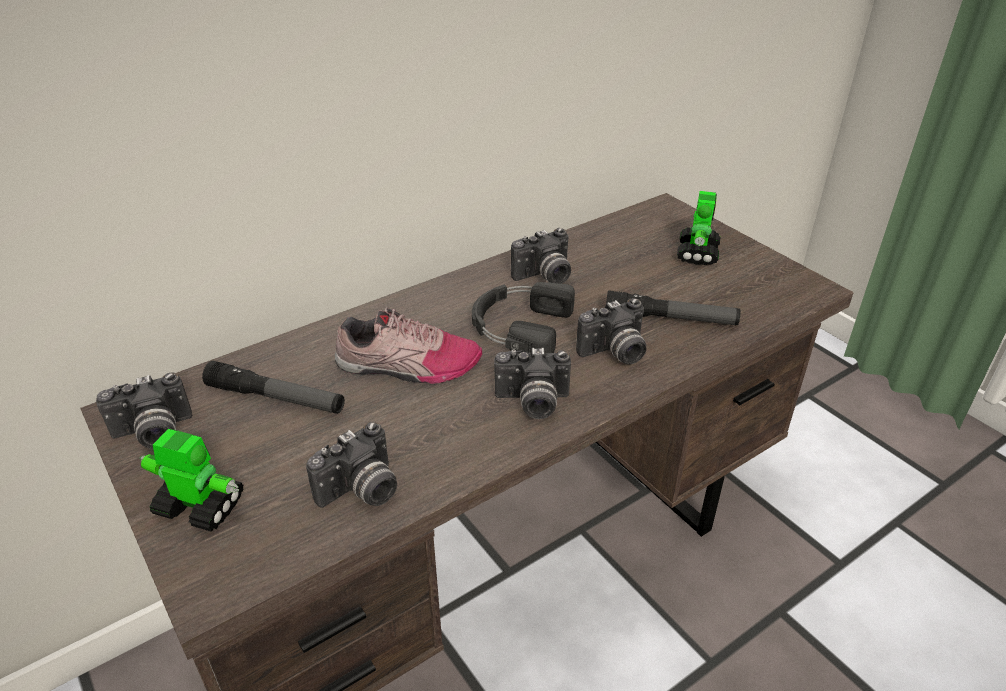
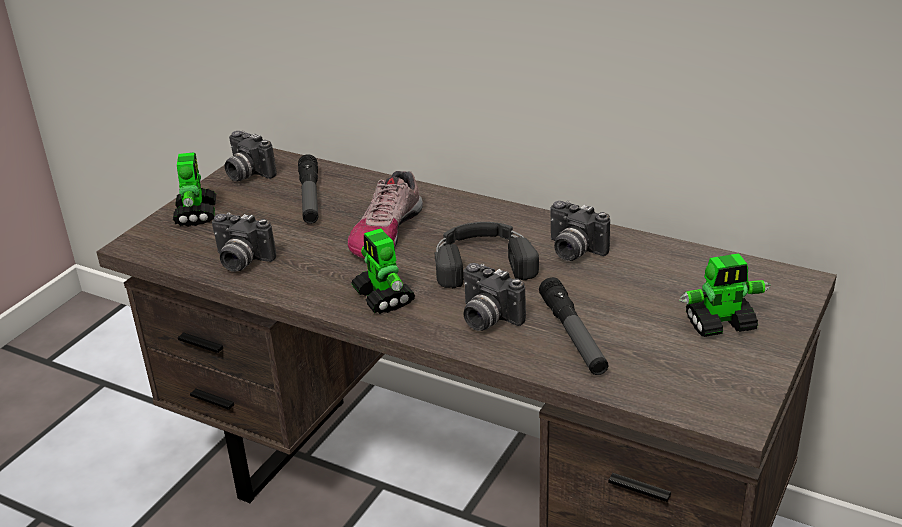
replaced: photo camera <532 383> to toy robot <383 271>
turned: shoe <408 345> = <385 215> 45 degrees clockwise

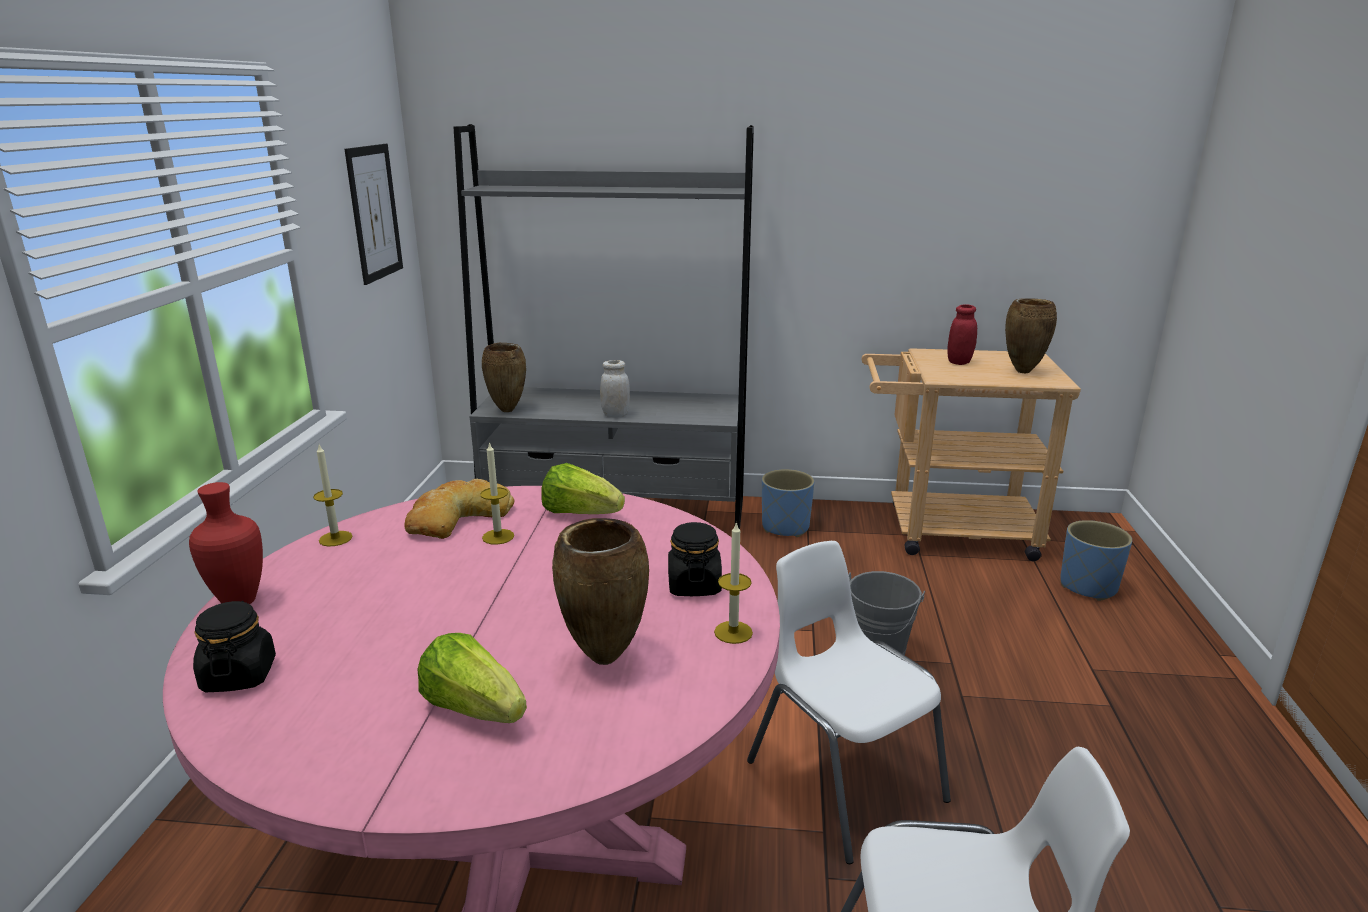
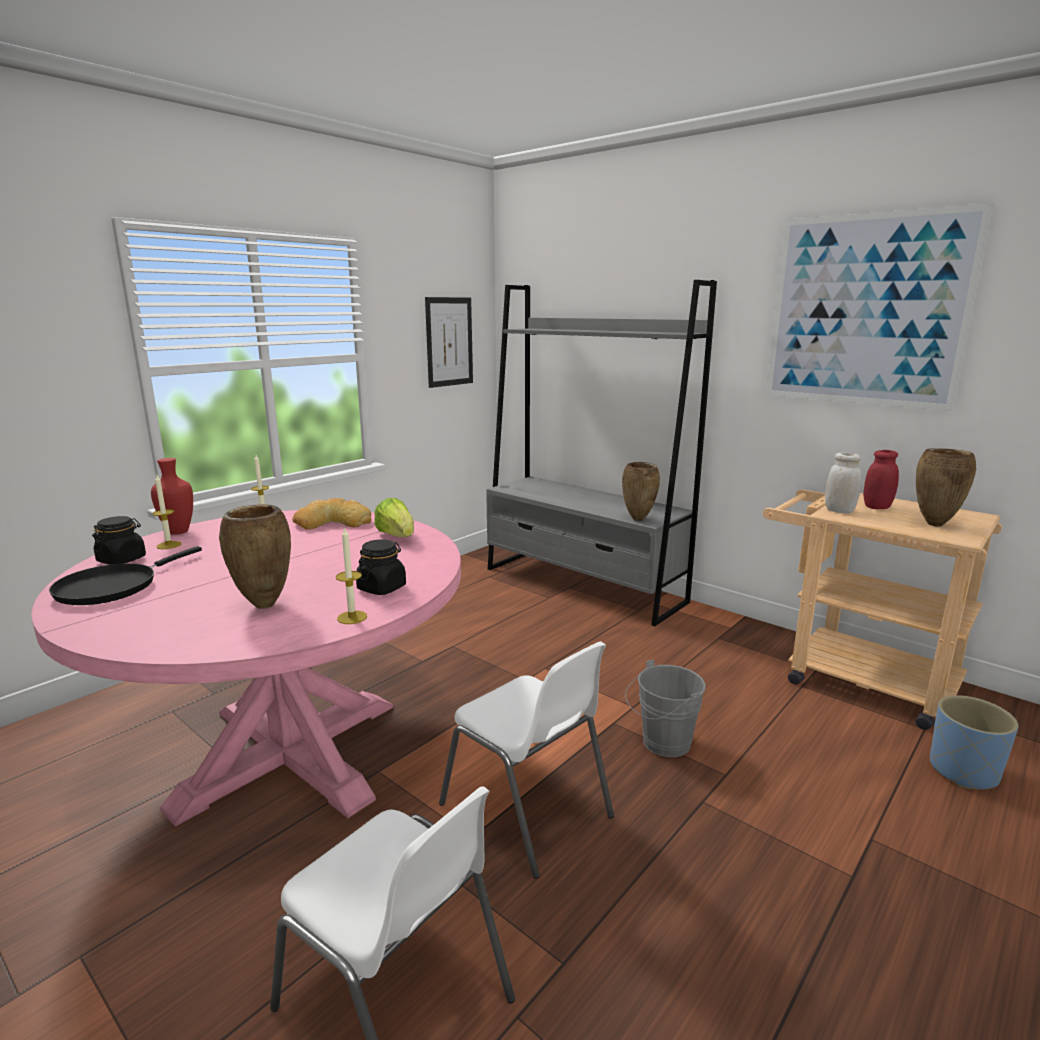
removed: lettuce <472 678>; blue planter <788 503>
added: black frying pan <125 575>; picture <880 307>
moved: candle <497 493> to <166 512>; brown vase <504 377> to <641 491>; white jar <615 388> to <843 483>
turned: white chair <849 702> = <526 760> 135 degrees clockwise

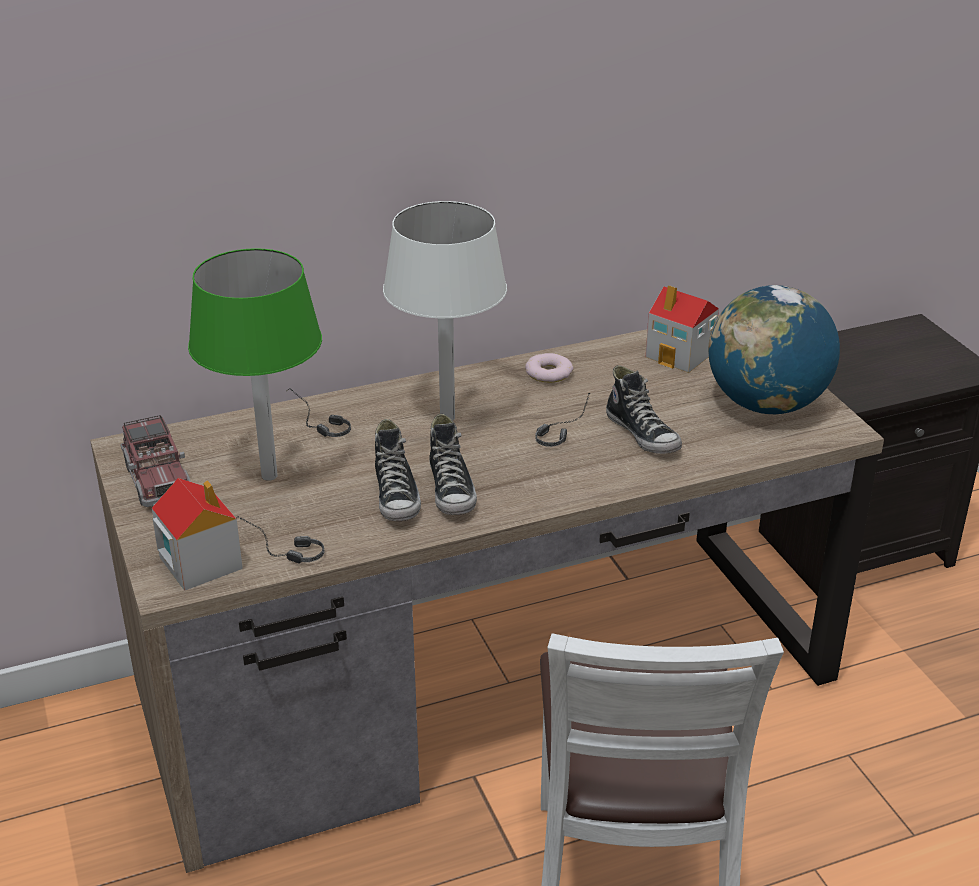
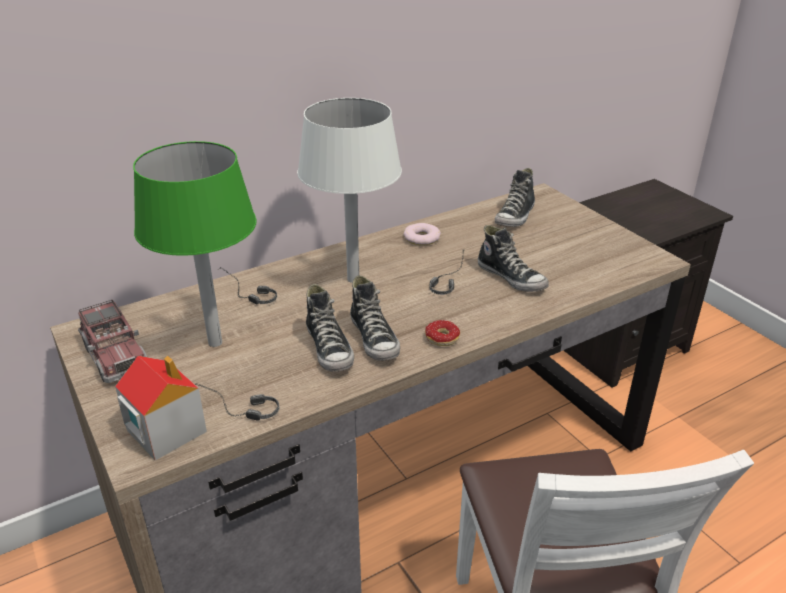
removed: globe <774 349>
added: donut <442 333>
replaced: toy house <682 329> to shoe <515 197>

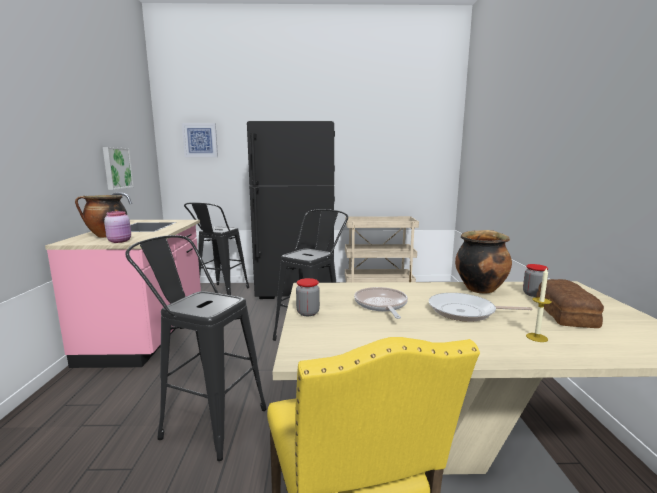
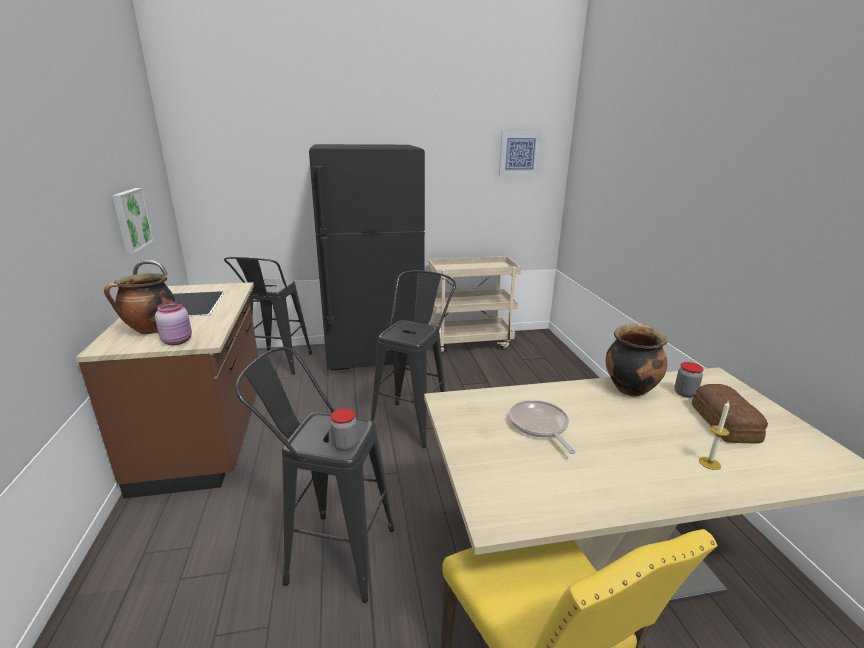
removed: frying pan <481 307>
moved: picture <200 140> to <520 153>; jar <308 297> to <344 429>
recoloured: pink counter <123 280> to brown counter <167 379>

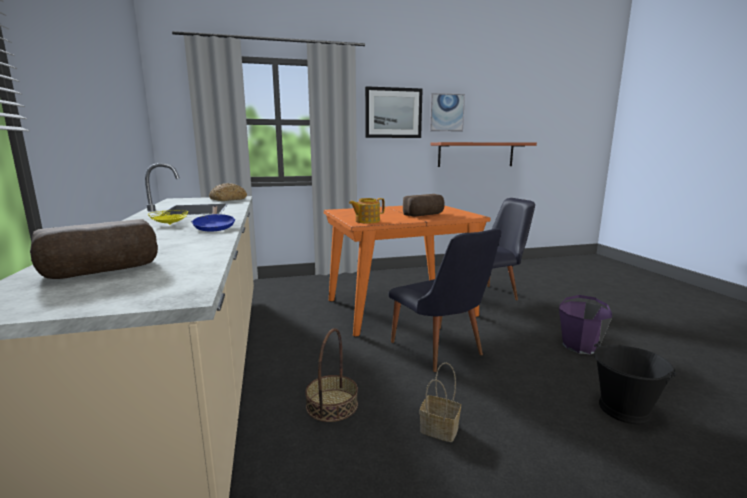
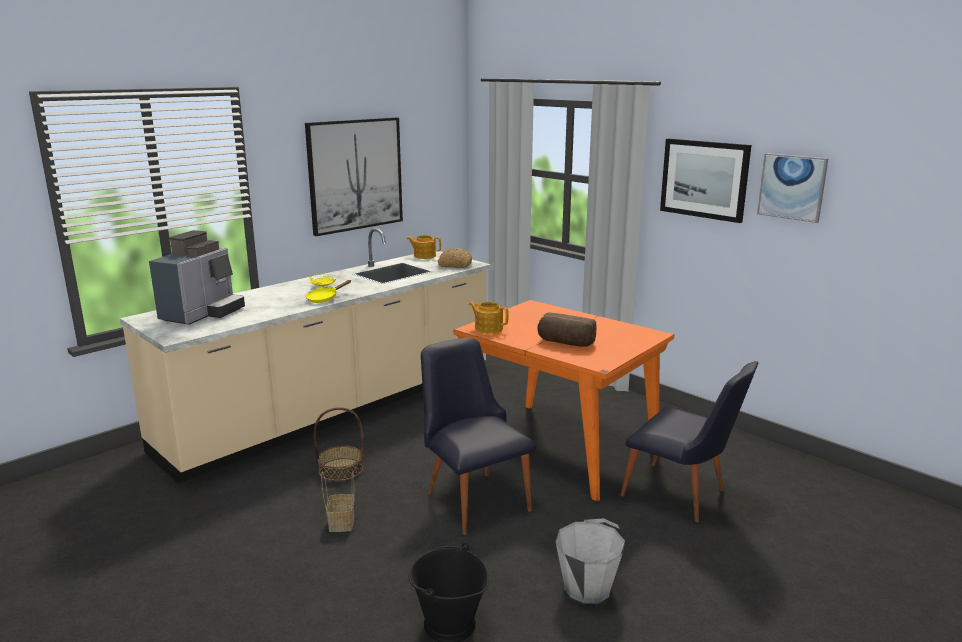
removed: shelf <483 154>
added: picture <354 176>; teapot <424 247>
replaced: bread <94 249> to coffee machine <197 277>
recoloured: blue frying pan <213 219> to yellow frying pan <328 291>; purple bucket <585 324> to grey bucket <590 561>
turned: black chair <445 300> = <479 436> 120 degrees clockwise

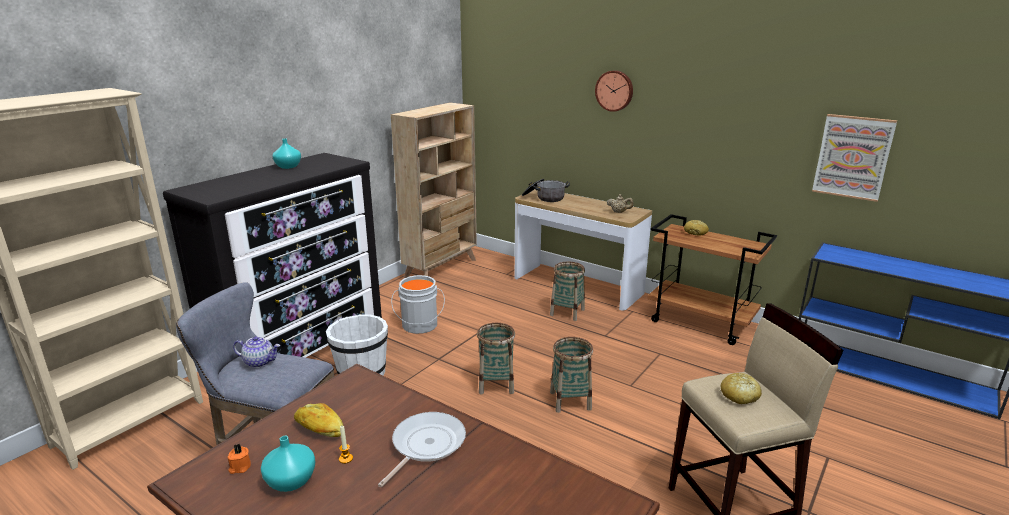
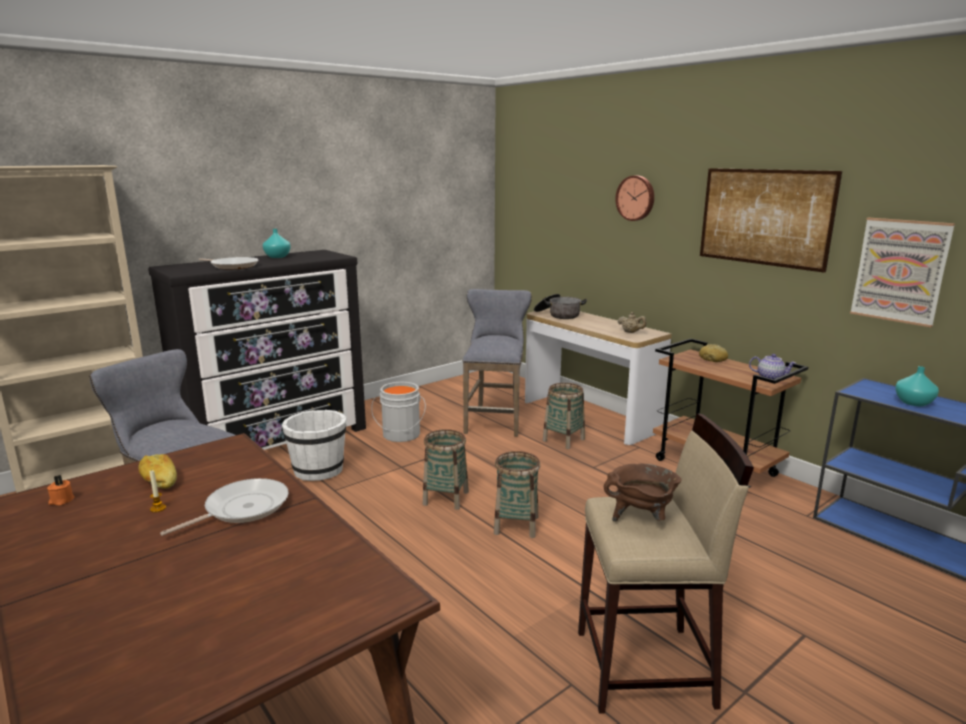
removed: beige bookcase <434 190>
added: frying pan <229 263>; grey stool <497 363>; picture <771 220>
moved: teapot <256 352> to <772 366>; turquoise vase <288 464> to <917 386>
replaced: bread <741 388> to brown cooking pot <642 492>

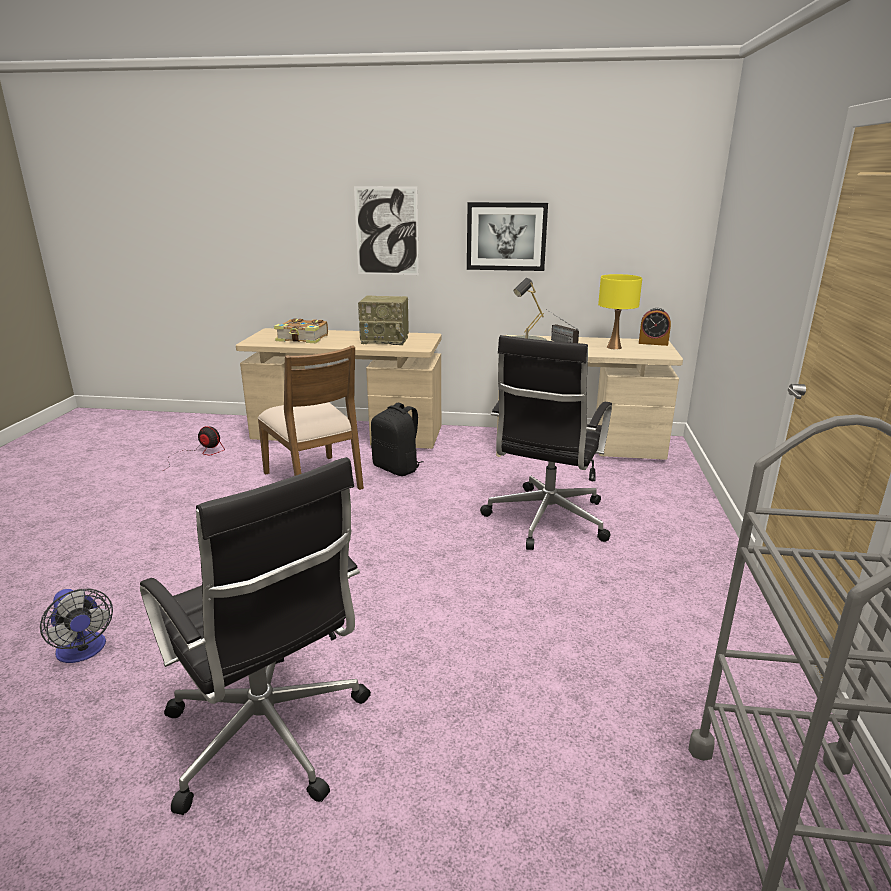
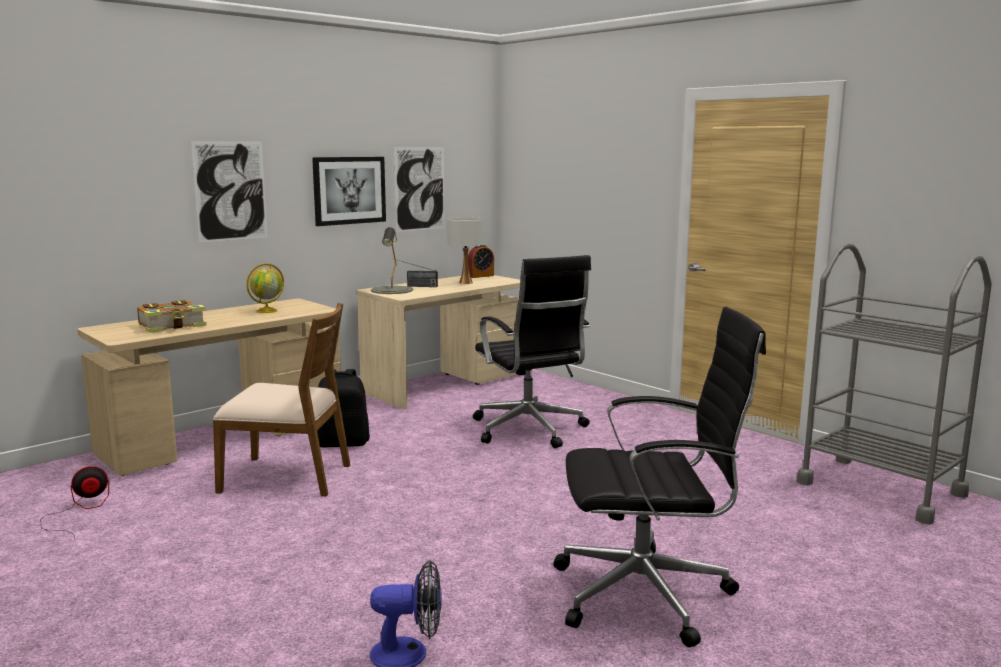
added: picture <419 189>
replaced: radio <383 320> to globe <265 288>
recoloured: yellow table lamp <620 312> to white table lamp <465 250>

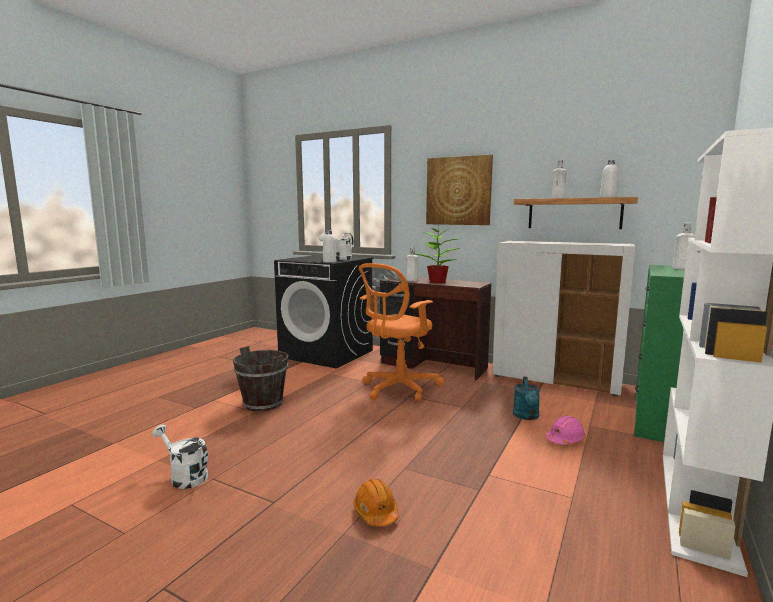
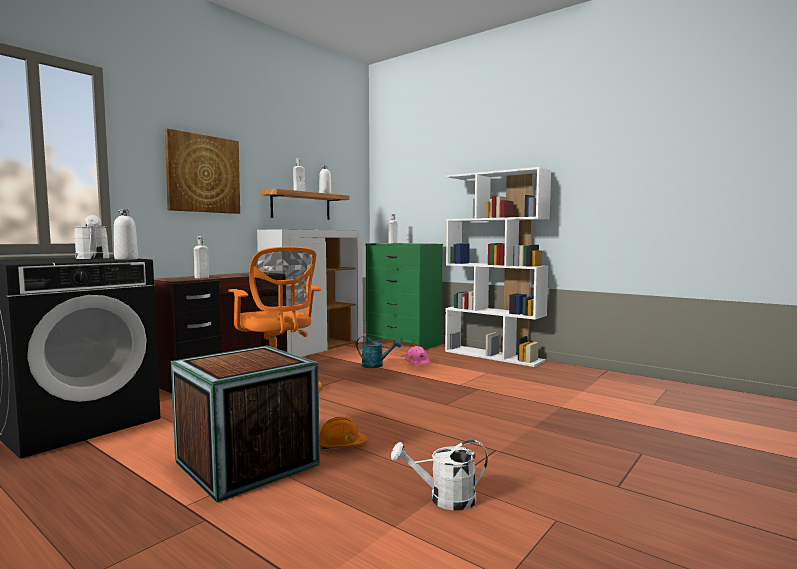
removed: potted plant <436 255>
moved: orange hard hat <376 502> to <343 433>
replaced: brown bucket <261 379> to crate <245 424>
turned: white watering can <180 456> = <439 475> 45 degrees clockwise

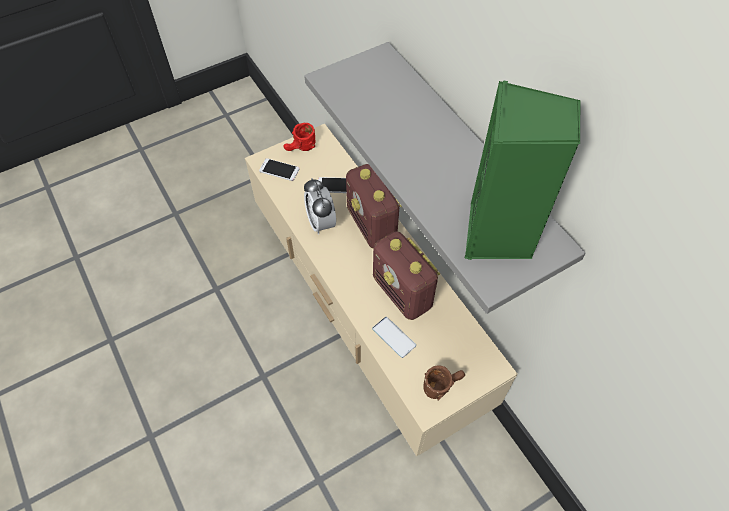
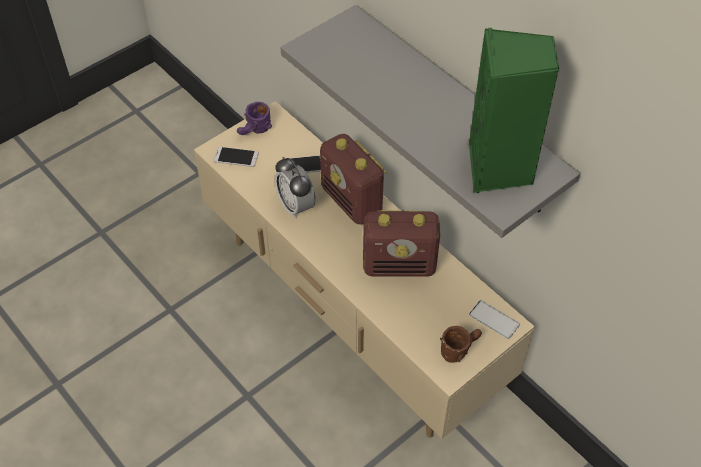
moved: phone <394 337> to <494 319>
recoloured: red mug <299 137> to purple mug <254 118>
turned: radio <406 275> = <401 243> 45 degrees counterclockwise

